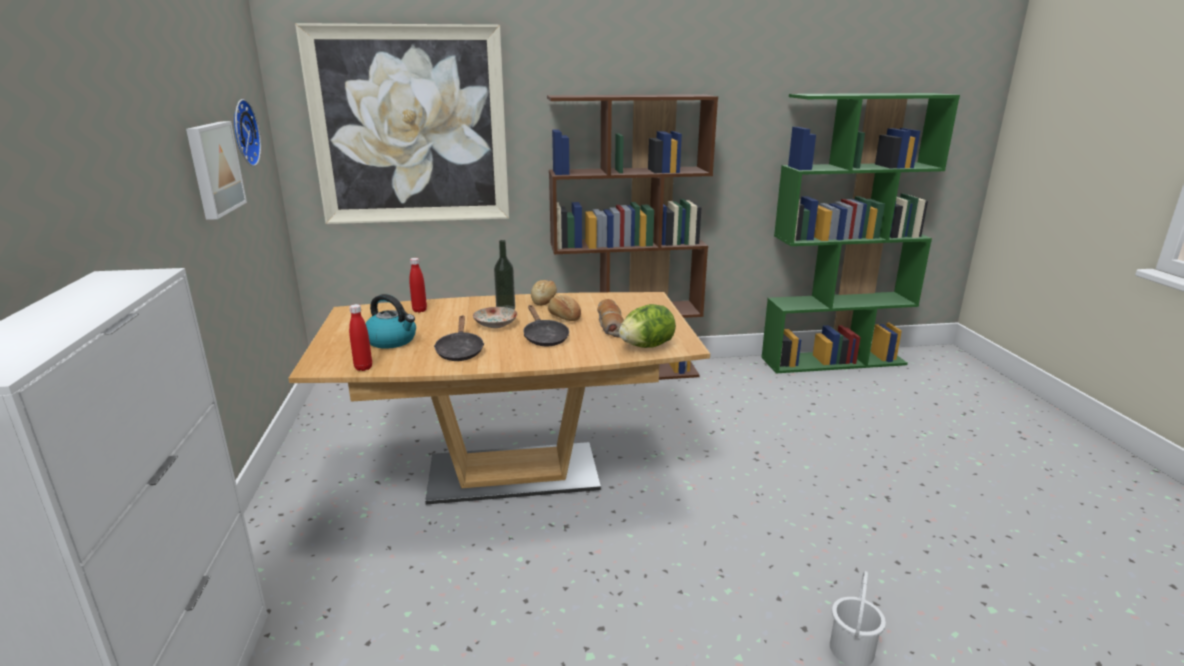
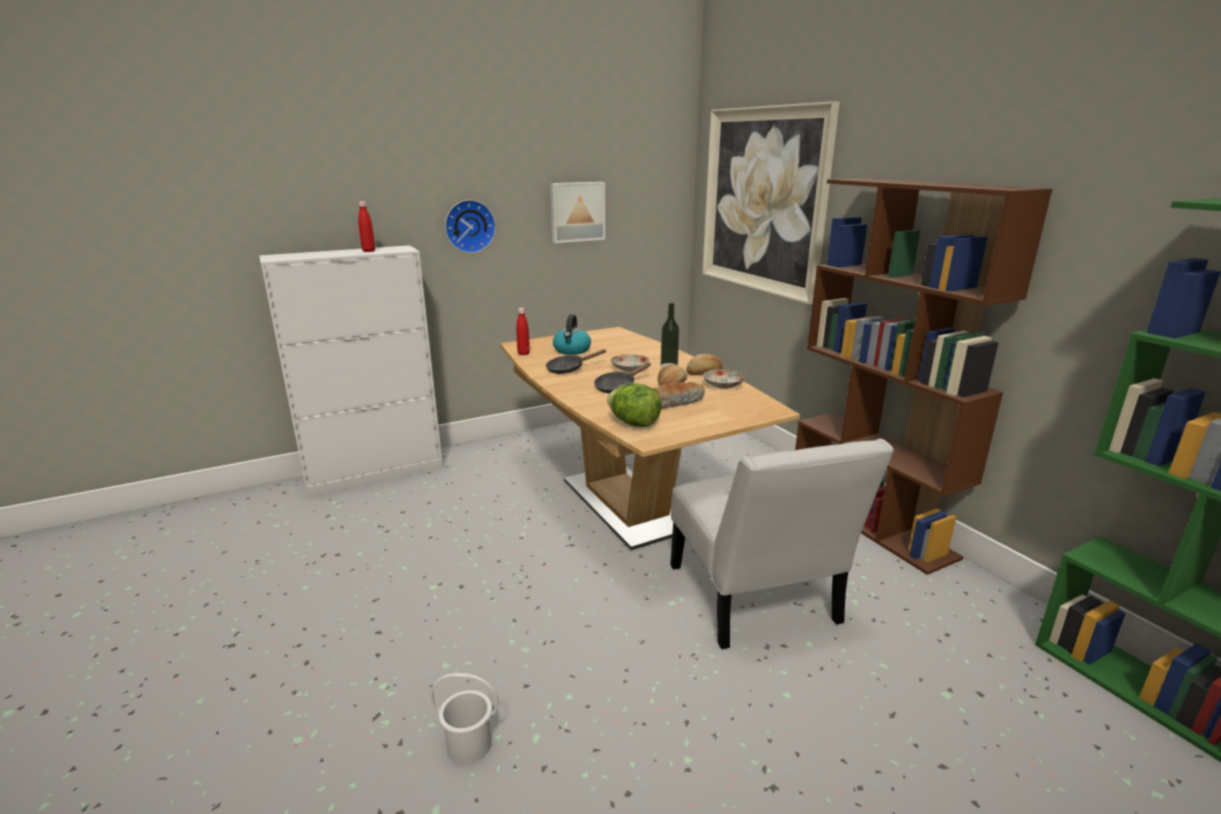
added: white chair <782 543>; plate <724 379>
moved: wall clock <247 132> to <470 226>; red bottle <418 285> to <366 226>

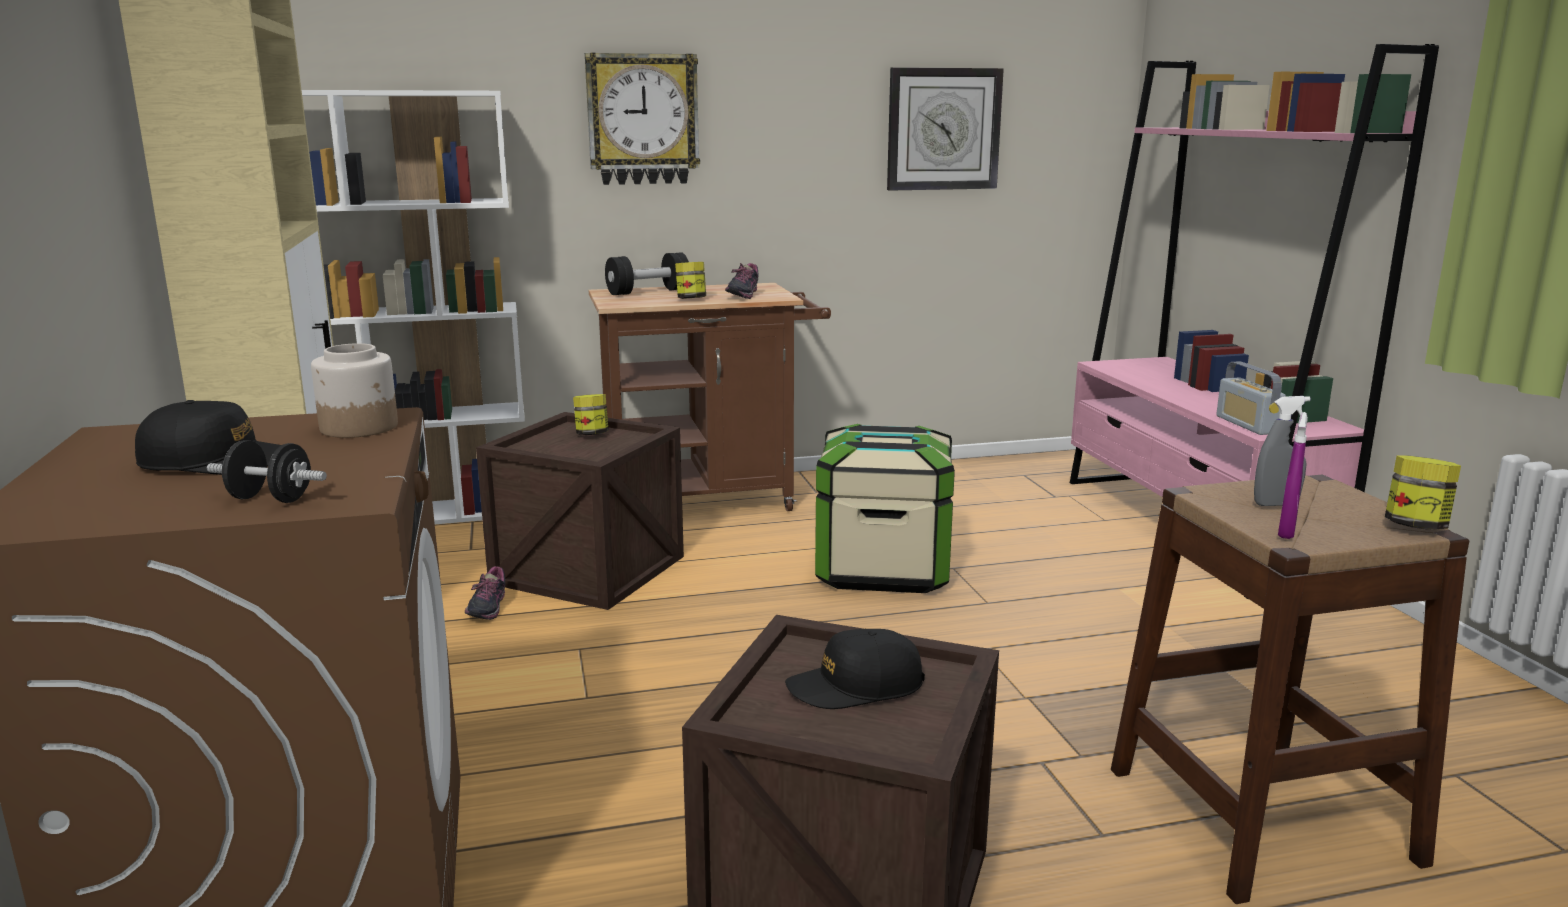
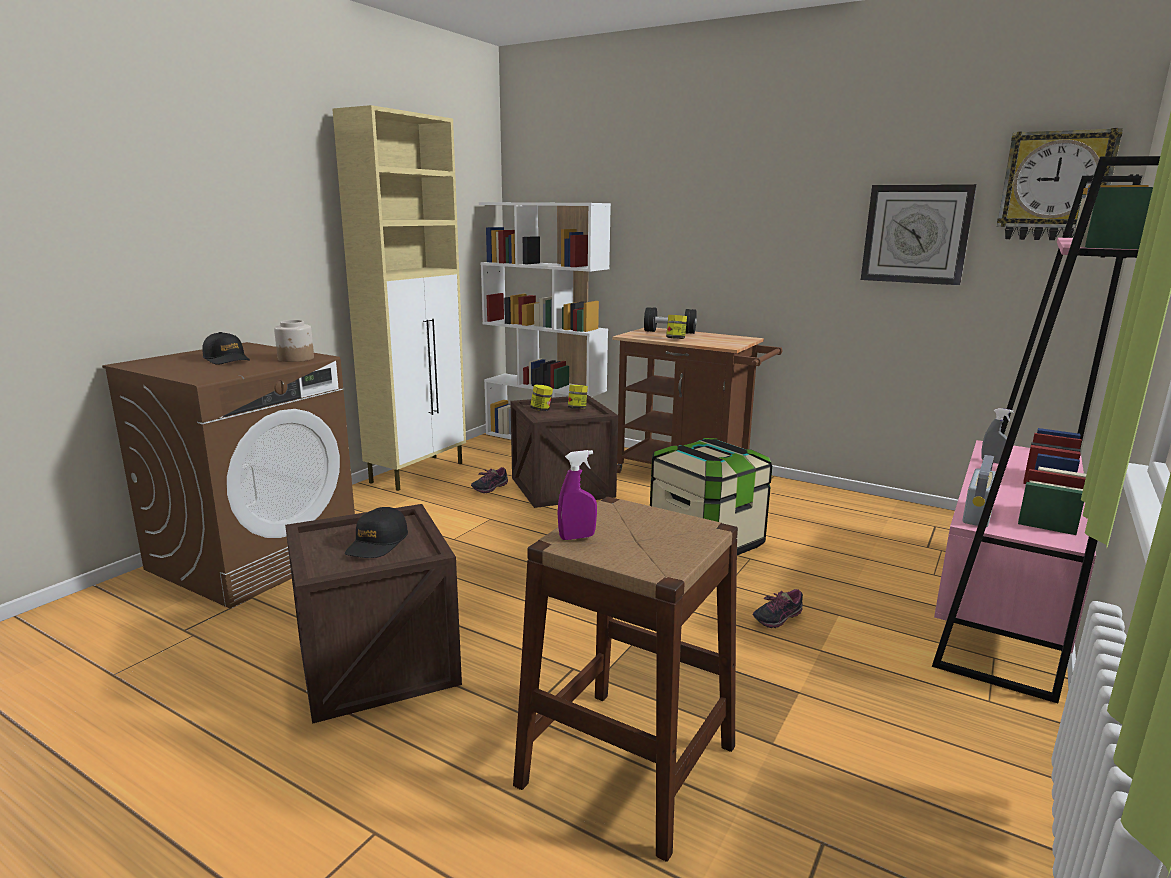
removed: black dumbbell <267 471>
moved: wall clock <642 119> to <1060 184>; shoe <742 281> to <778 608>; grey spray bottle <1282 451> to <997 436>; jar <1423 493> to <541 398>
turned: black cap <855 669> = <376 532> 105 degrees counterclockwise

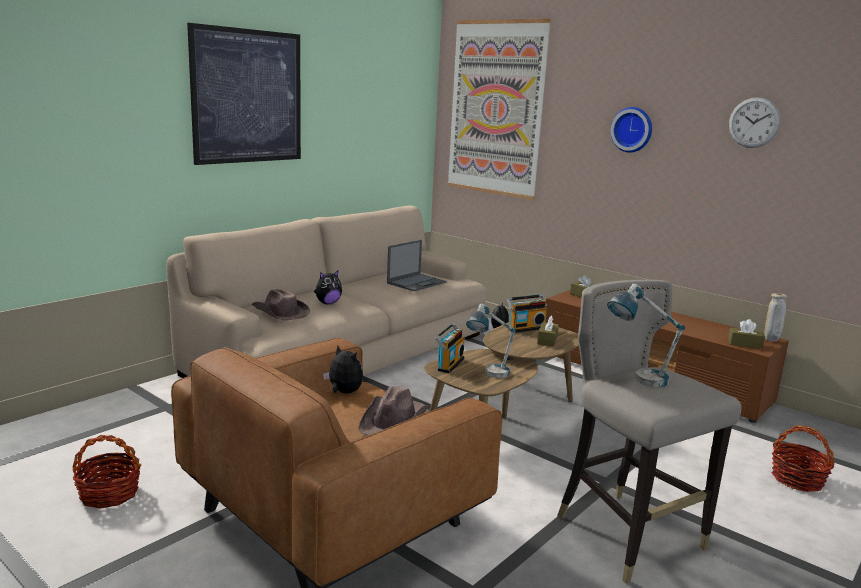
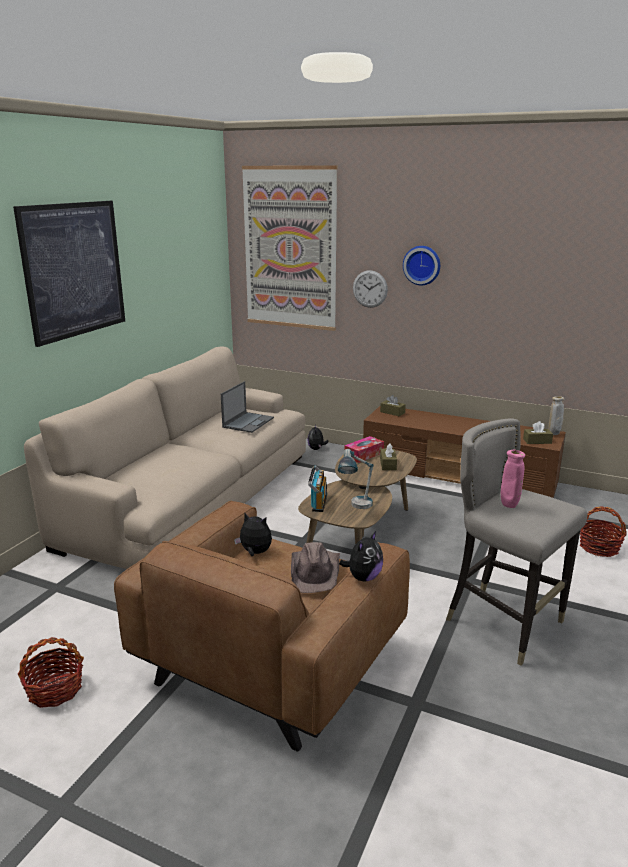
removed: brown hat <281 305>
moved: plush toy <328 287> to <361 556>; wall clock <755 122> to <370 289>
replaced: radio <527 313> to tissue box <364 449>; table lamp <646 335> to pink vase <513 479>

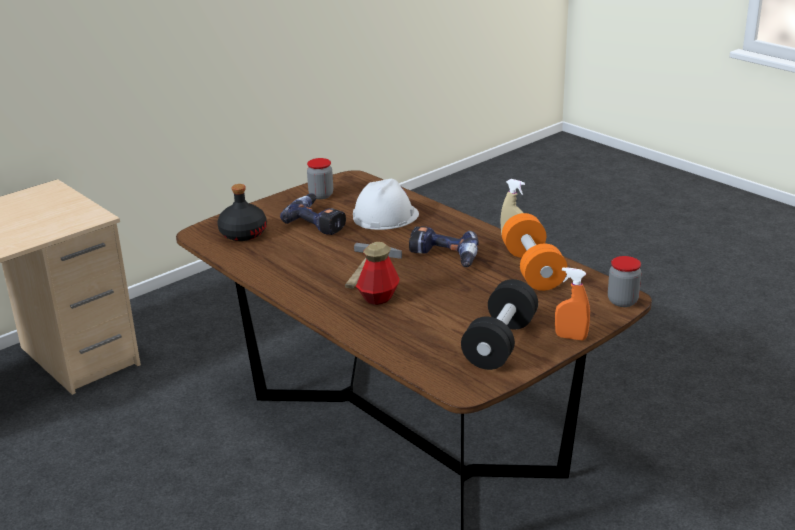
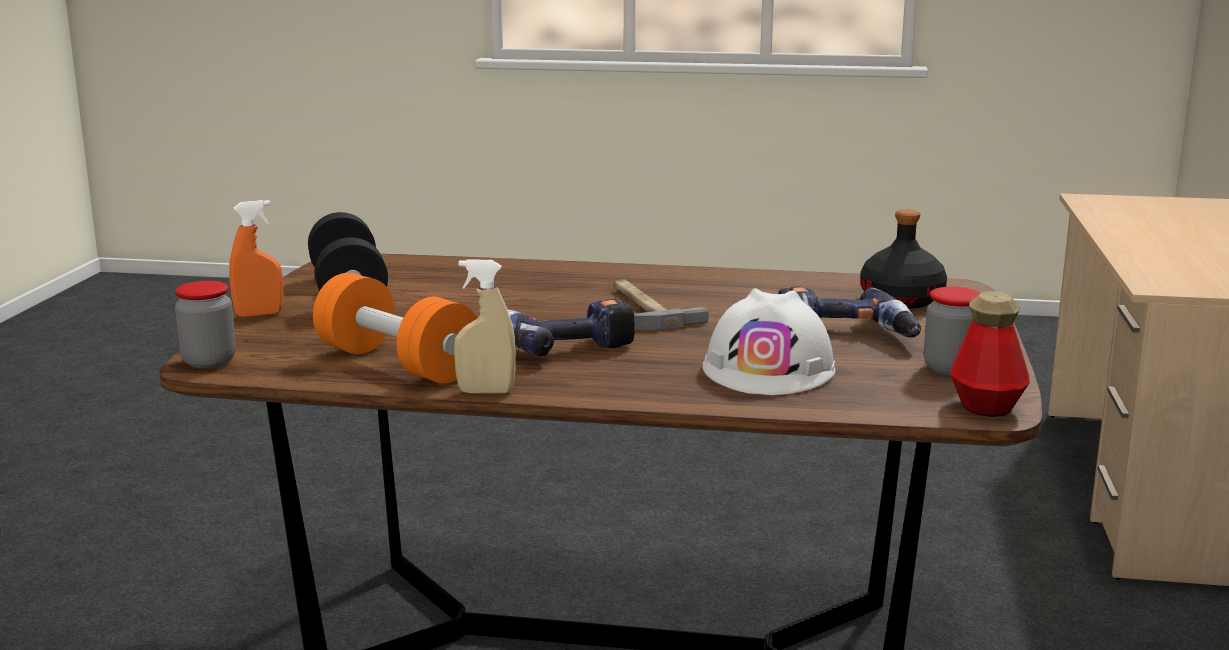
moved: bottle <378 273> to <989 354>

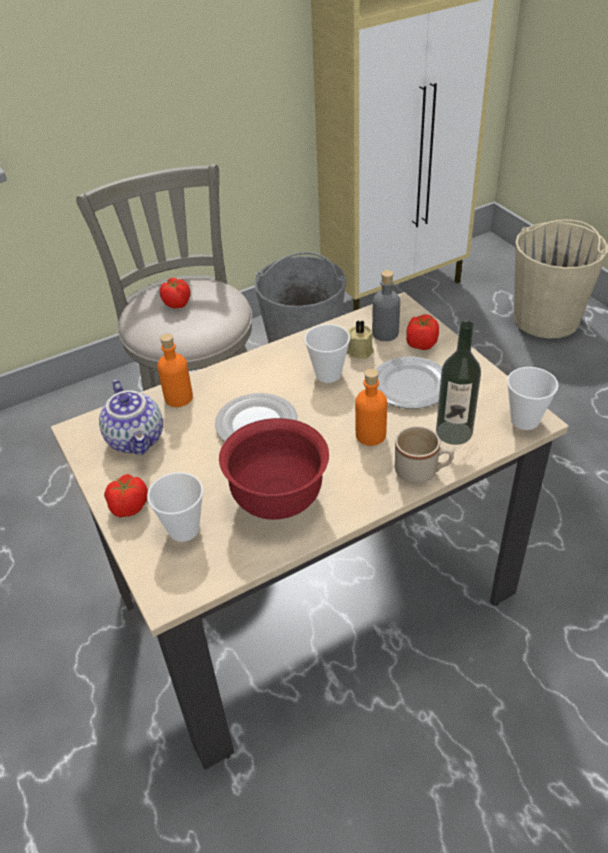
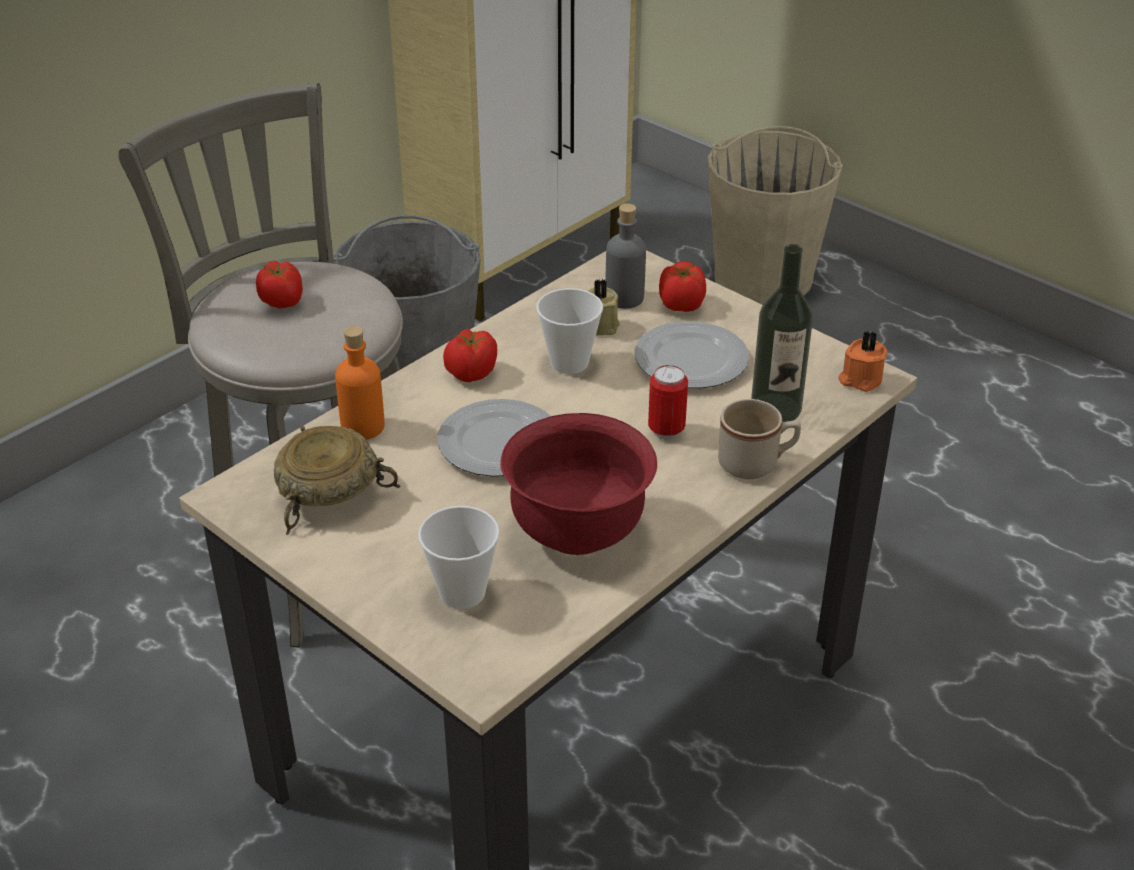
moved: tomato <126 495> to <470 355>
replaced: teapot <131 417> to beige bowl <337 480>; orange bottle <371 407> to can <668 402>; cup <533 398> to orange candle <863 361>

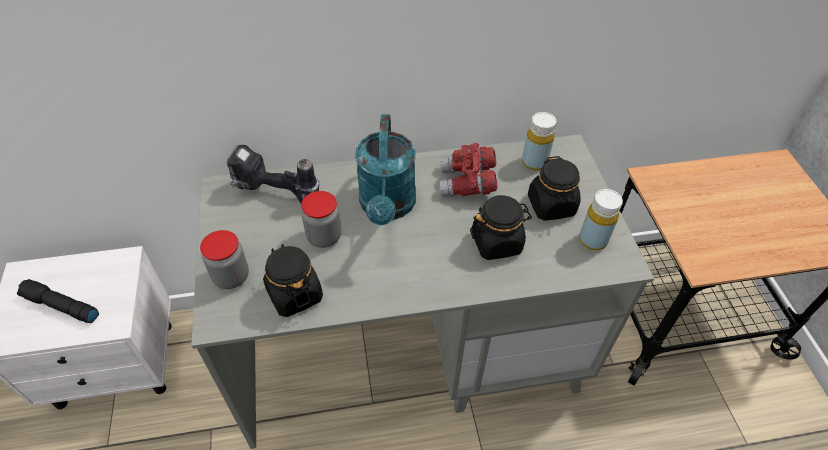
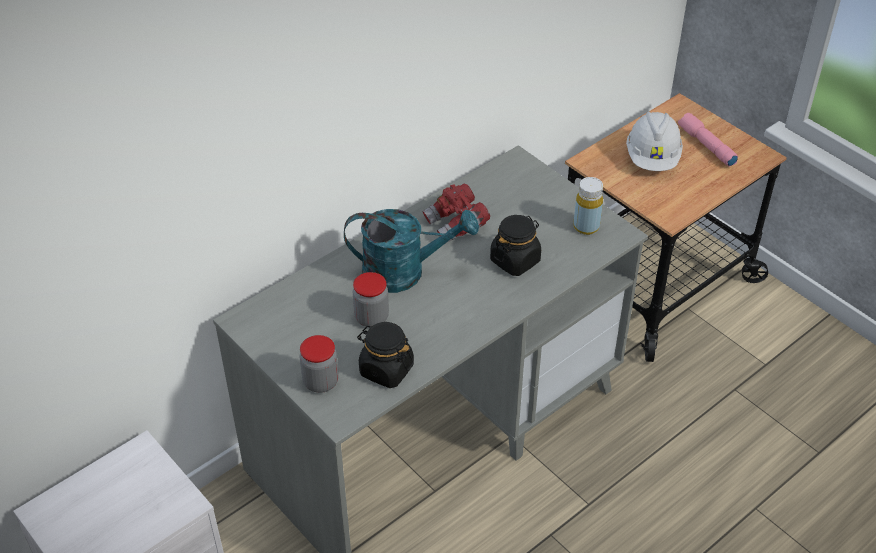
removed: black flashlight <57 301>; power drill <273 174>; yellow bottle <539 141>; black jar <554 188>
added: white hard hat <654 141>; pink flashlight <708 140>
turned: turquoise watering can <385 169> = <411 251> 60 degrees counterclockwise

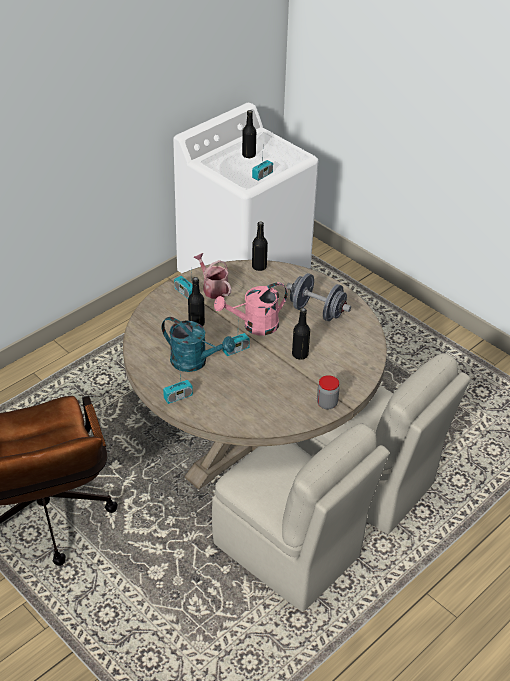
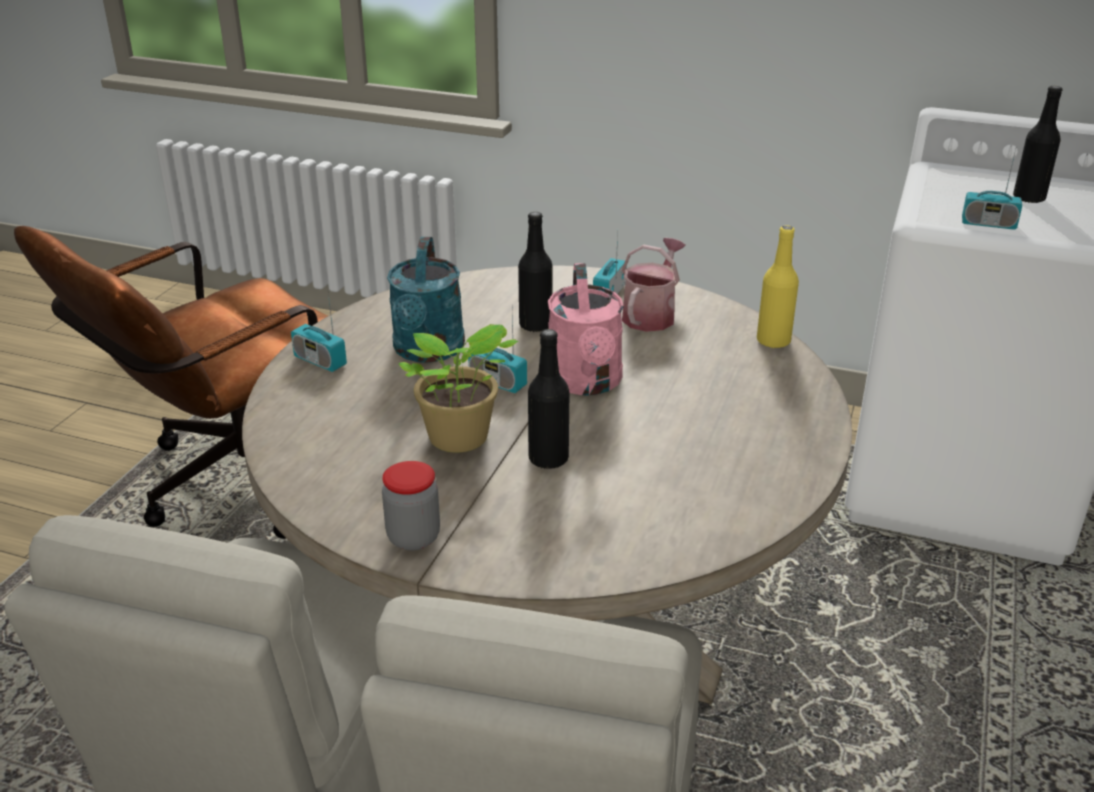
removed: grey dumbbell <318 297>
added: potted plant <458 388>
recoloured: black bottle <260 246> to yellow bottle <778 286>
turned: pink watering can <251 308> = <586 329> 135 degrees counterclockwise

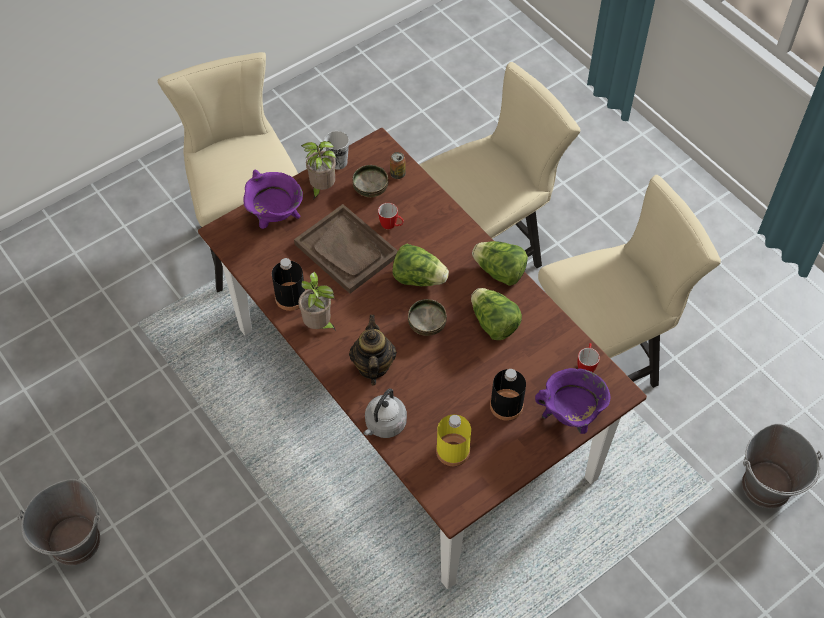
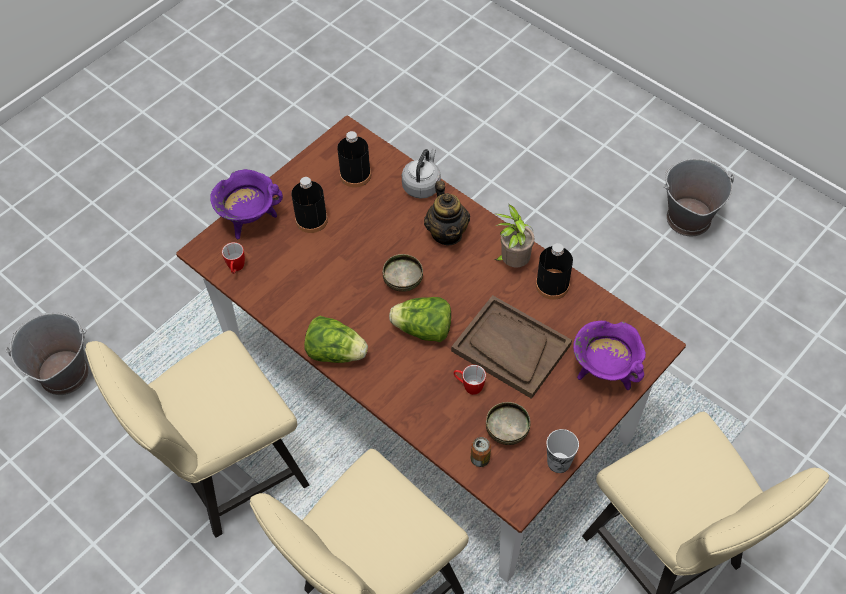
removed: potted plant <318 170>; lettuce <496 314>
recoloured: yellow bottle <453 440> to black bottle <354 159>

